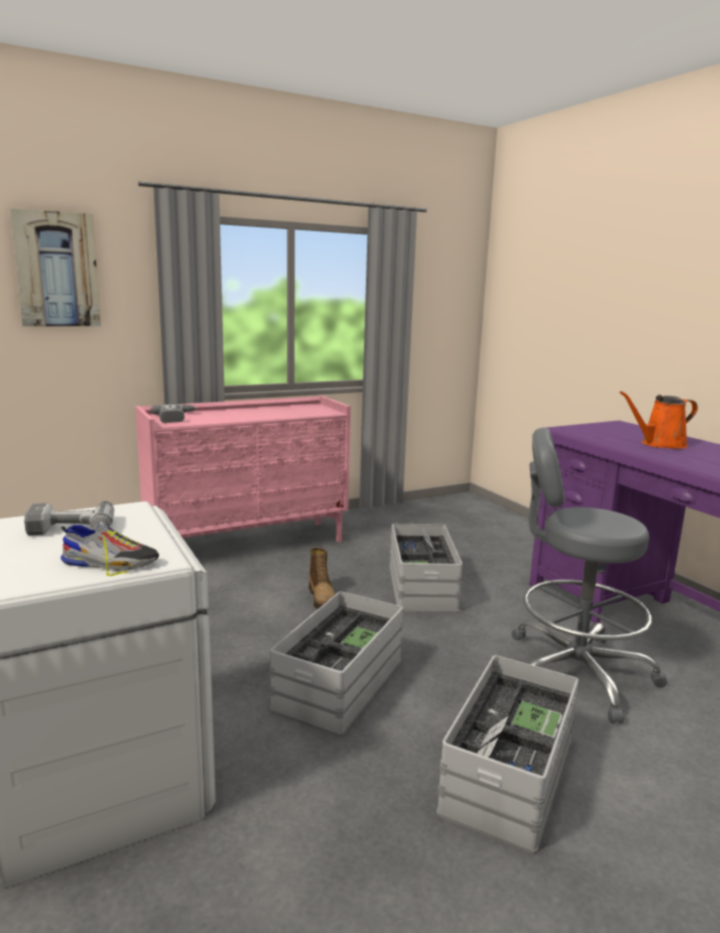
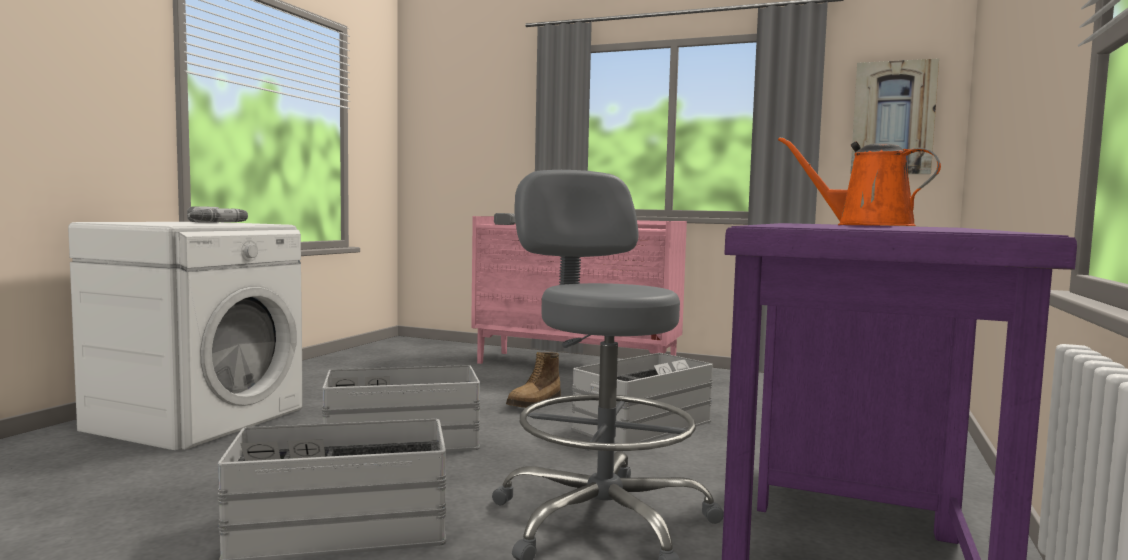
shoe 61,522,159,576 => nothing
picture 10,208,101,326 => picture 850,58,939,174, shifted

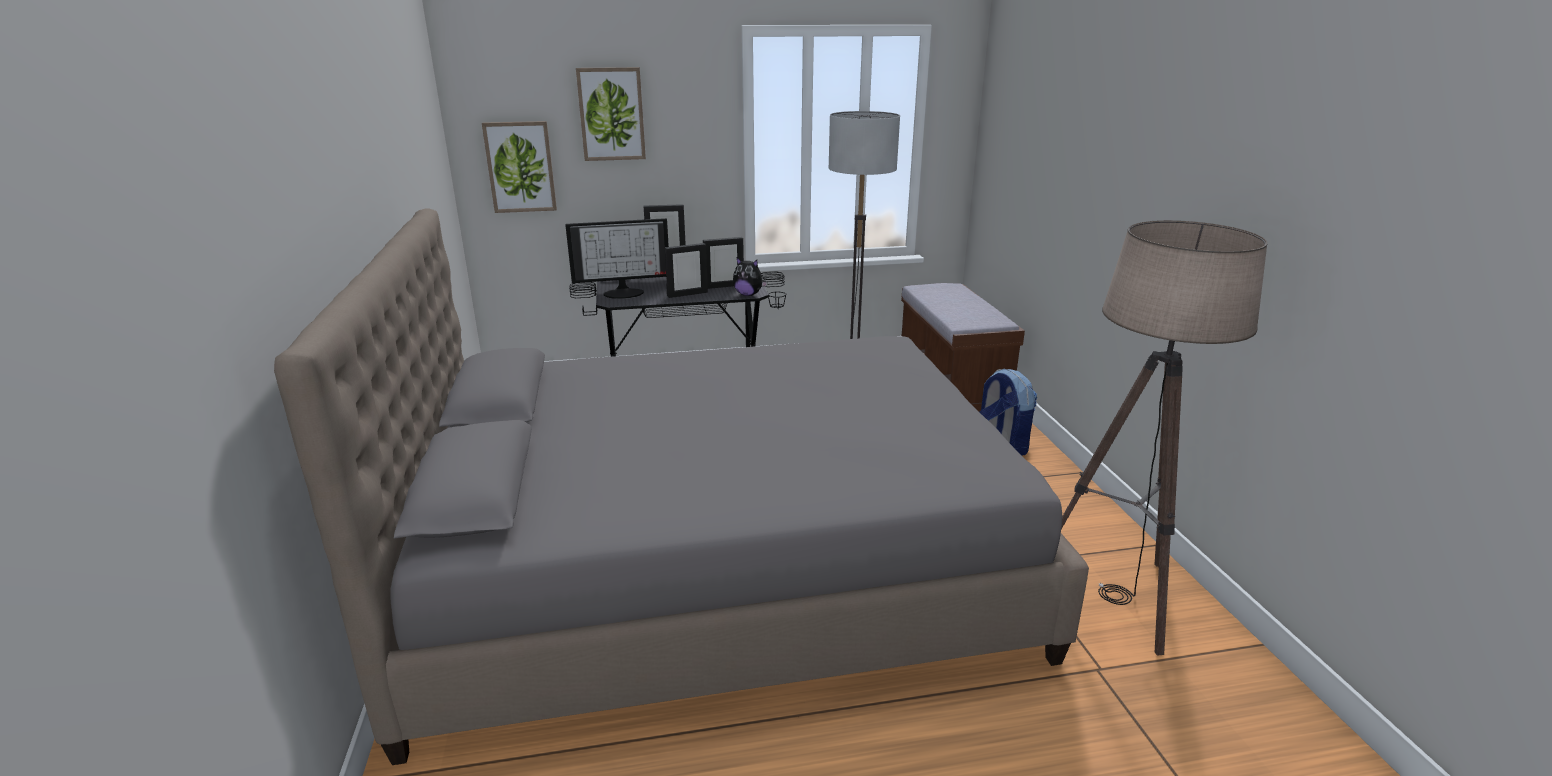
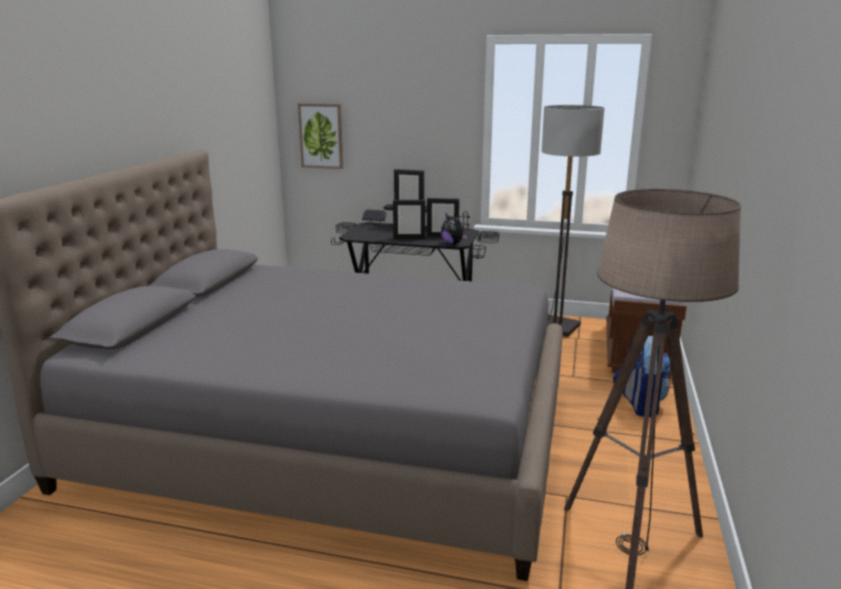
monitor 565,218,669,299 => nothing
picture 576,67,646,161 => nothing

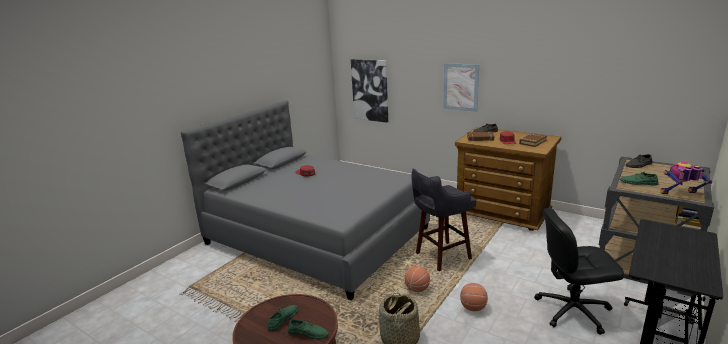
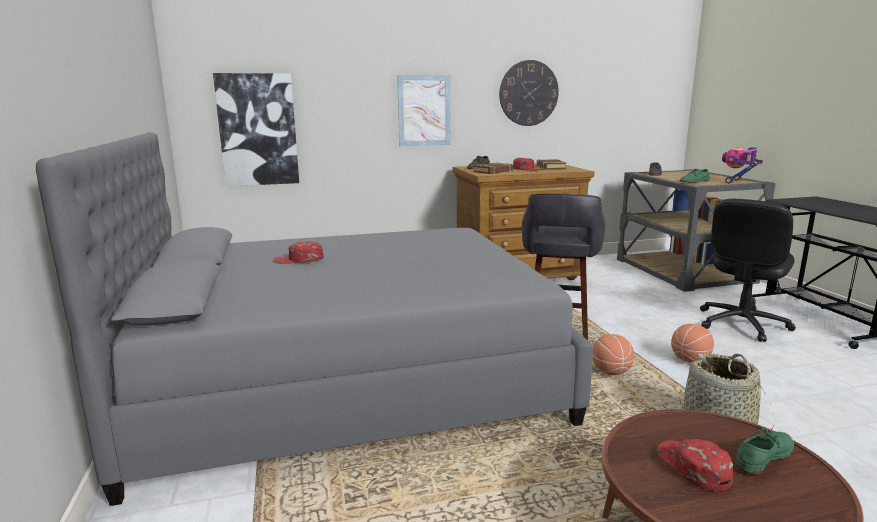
nothing => wall clock 499,60,559,126
green shoe 268,305,298,332 => red cap 657,439,734,491

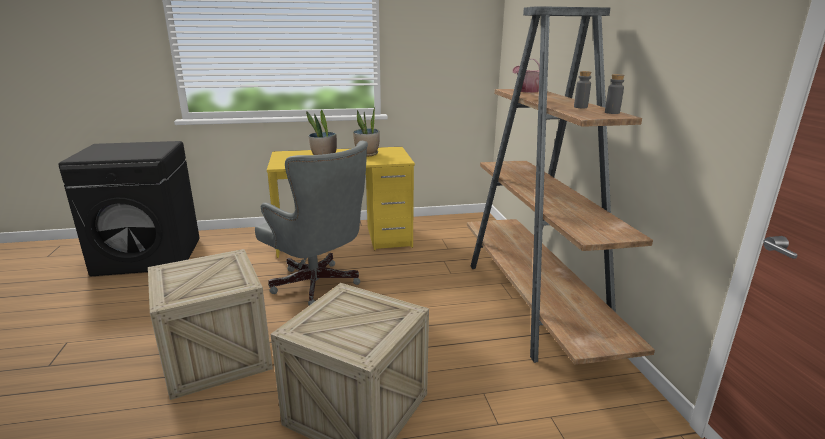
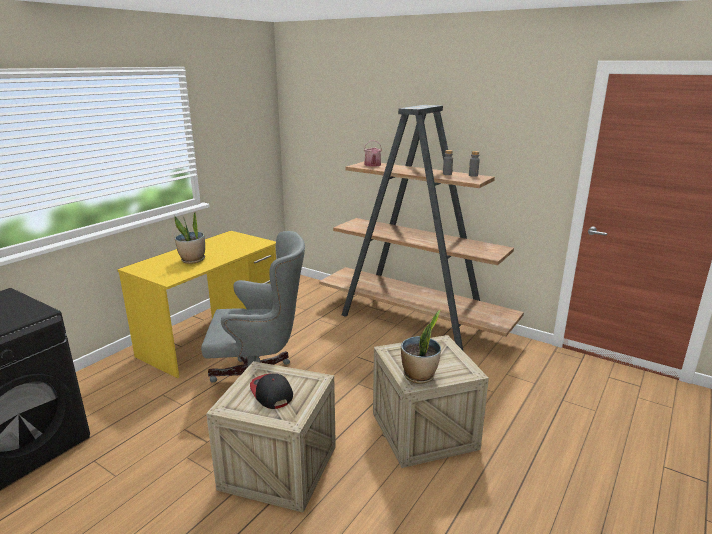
nothing => cap 250,373,293,409
potted plant 353,106,380,156 => potted plant 401,310,441,384, shifted

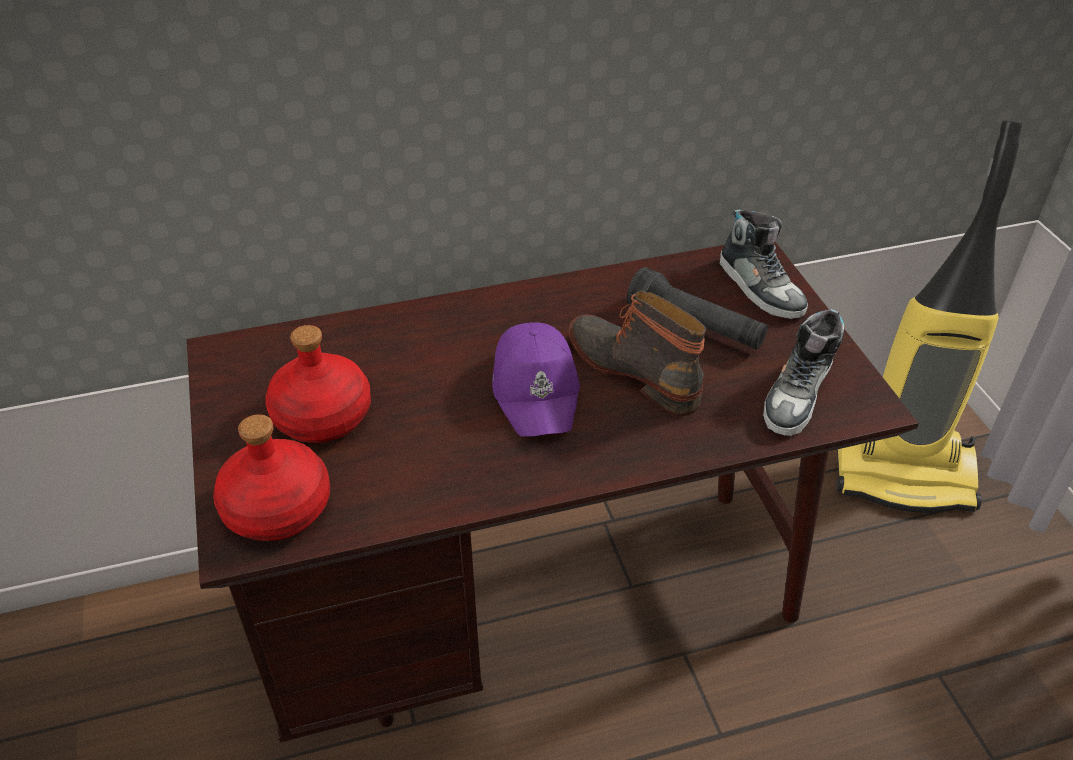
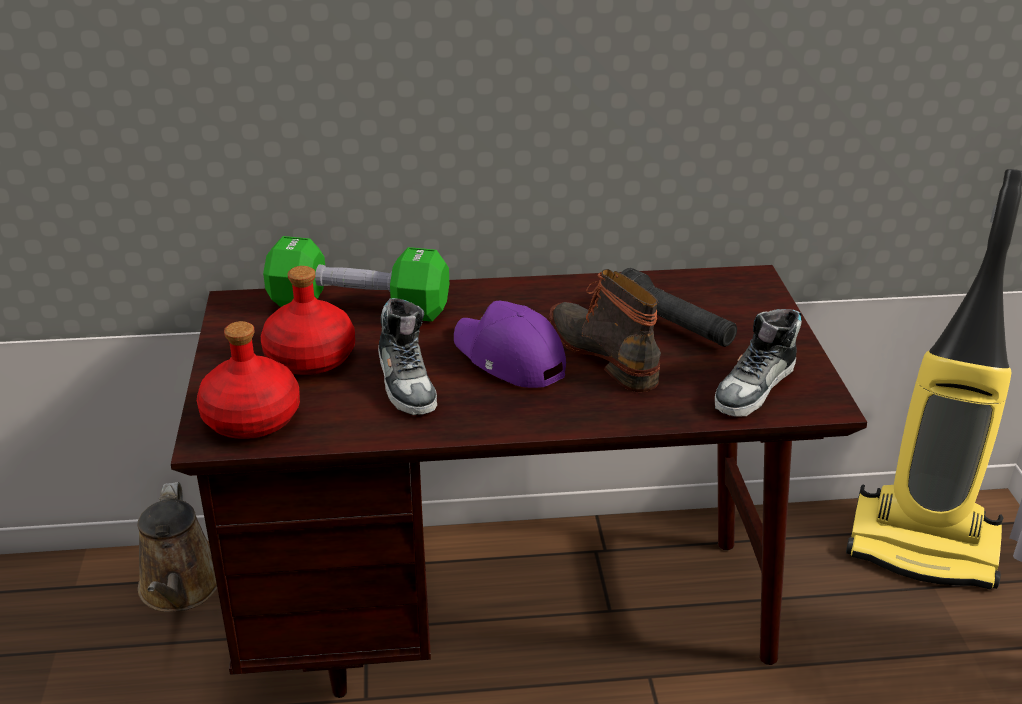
nothing => brown watering can 138,482,217,612
nothing => green dumbbell 263,236,449,322
shoe 720,209,808,319 => shoe 378,298,437,415, shifted
purple cap 492,322,580,437 => purple cap 454,301,566,388, 135 degrees clockwise

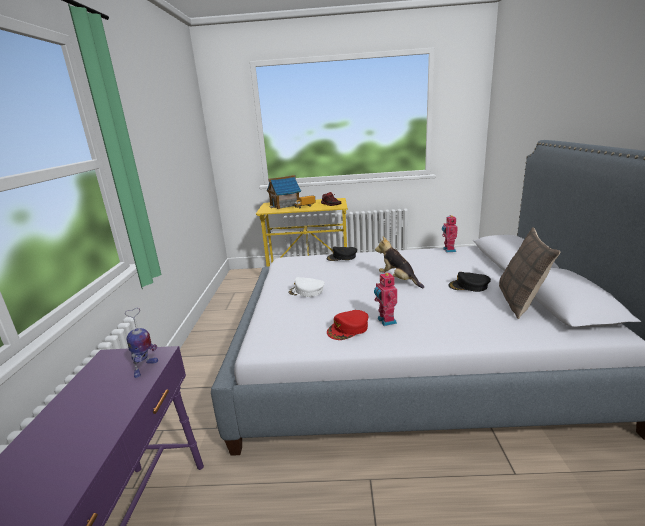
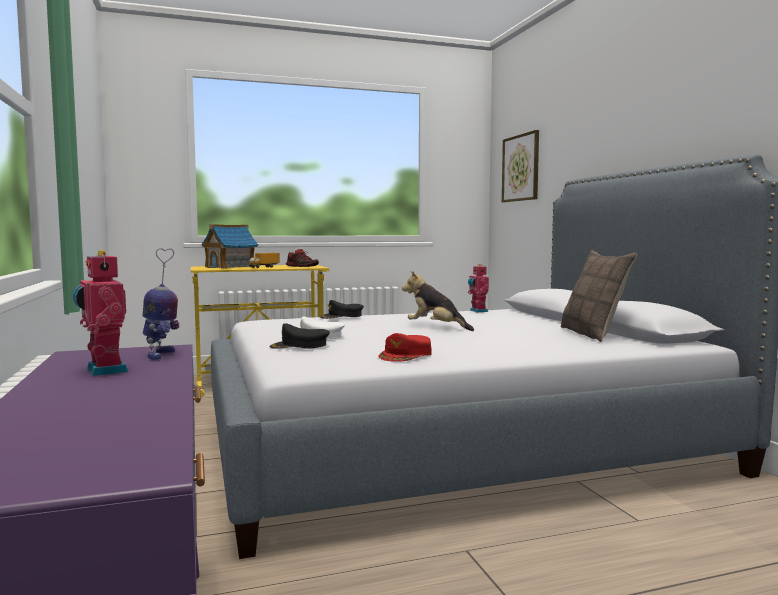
nothing => picture 502,130,539,202
toy robot 374,271,397,326 => toy robot 73,250,128,376, shifted
black cap 448,272,491,292 => black cap 269,323,330,349, shifted

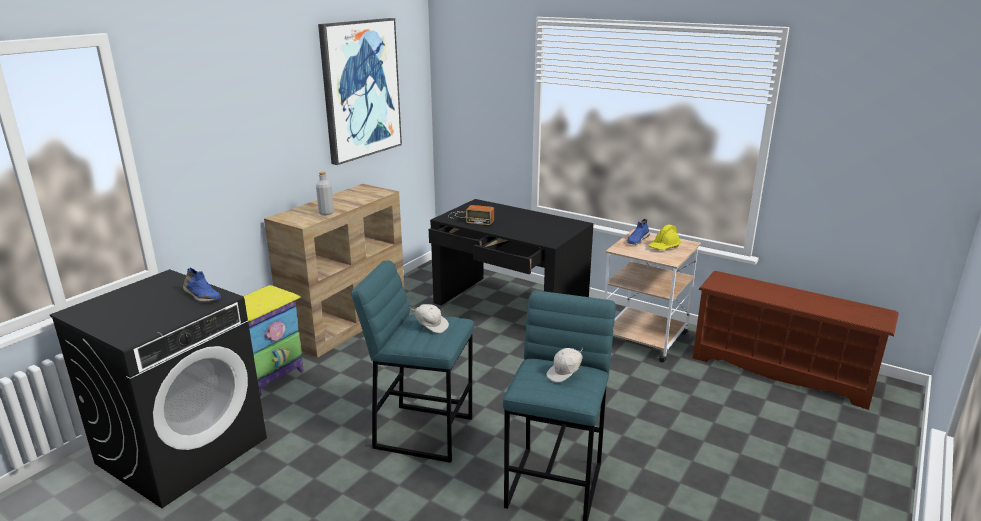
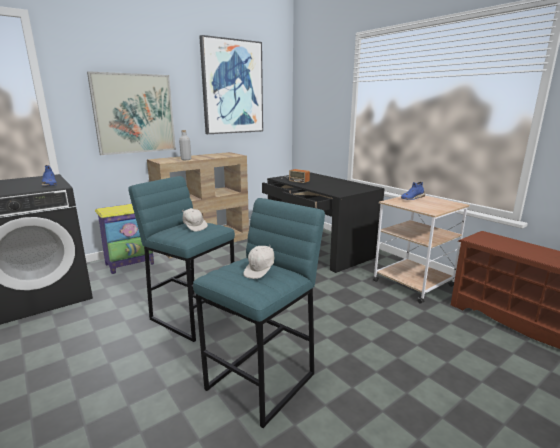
yellow hard hat 648,225,681,250 => nothing
nothing => picture 87,71,176,155
white cap 546,348,583,382 => white cap 243,244,274,279, 45 degrees counterclockwise

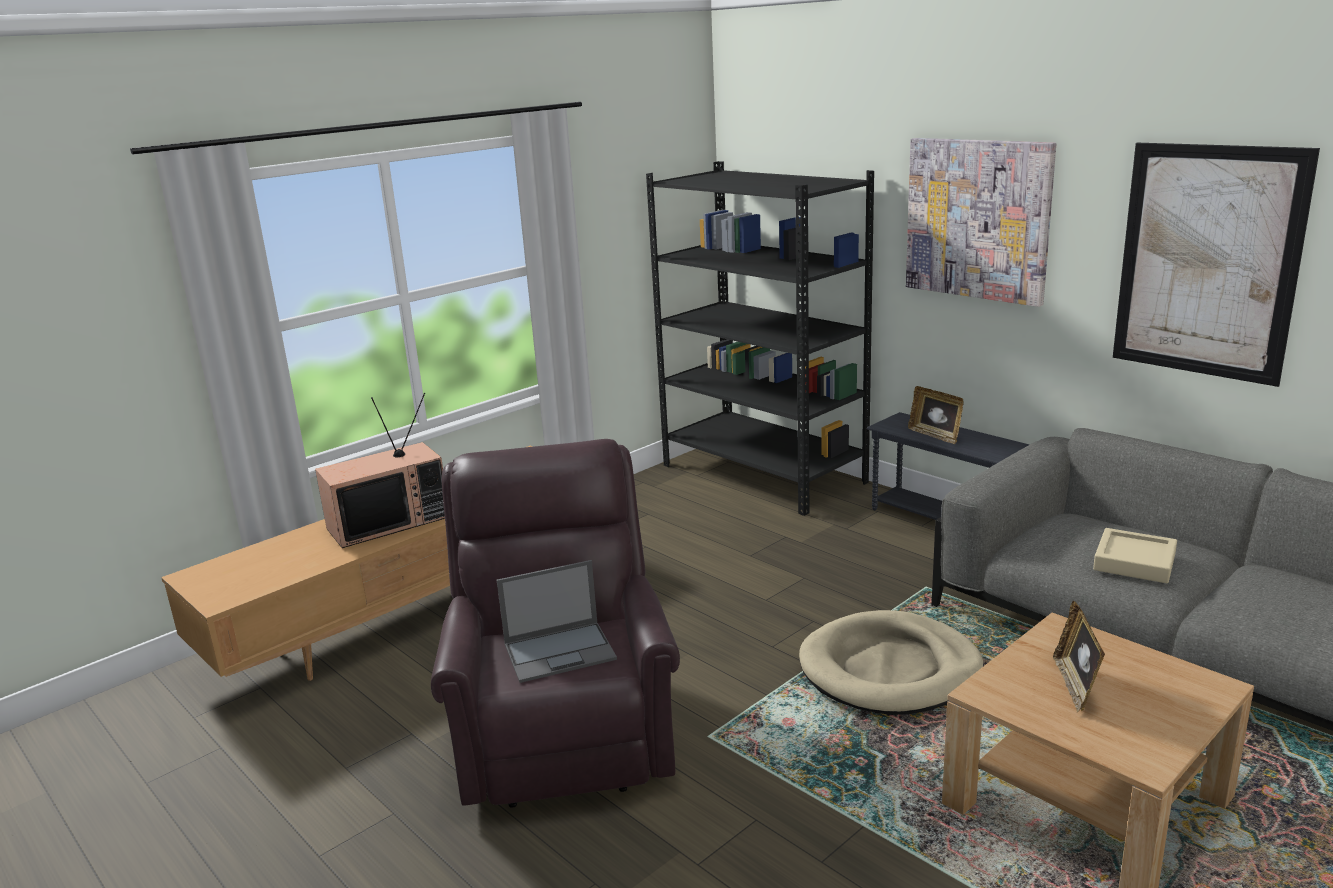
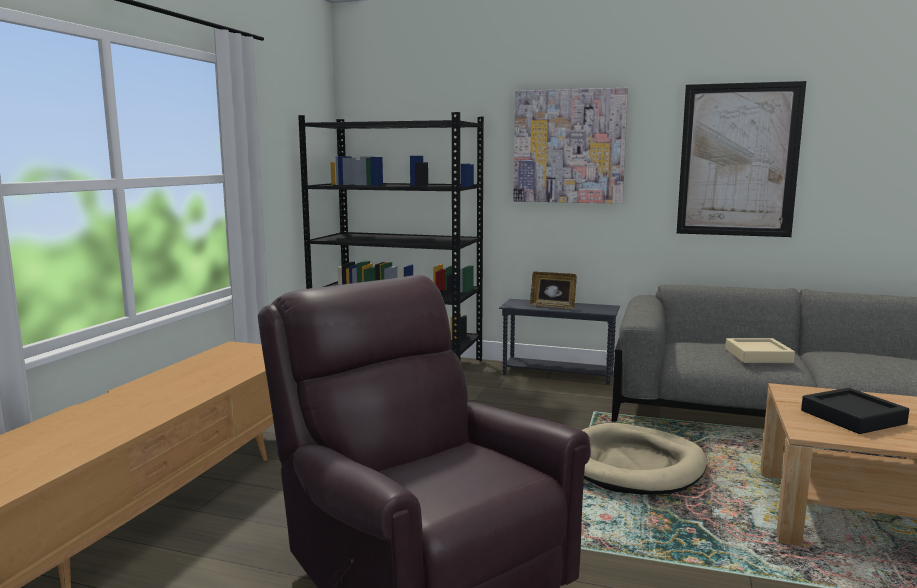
television 315,393,445,548 => nothing
laptop 497,560,617,683 => nothing
picture frame 1053,601,1105,713 => black tray 801,388,909,434

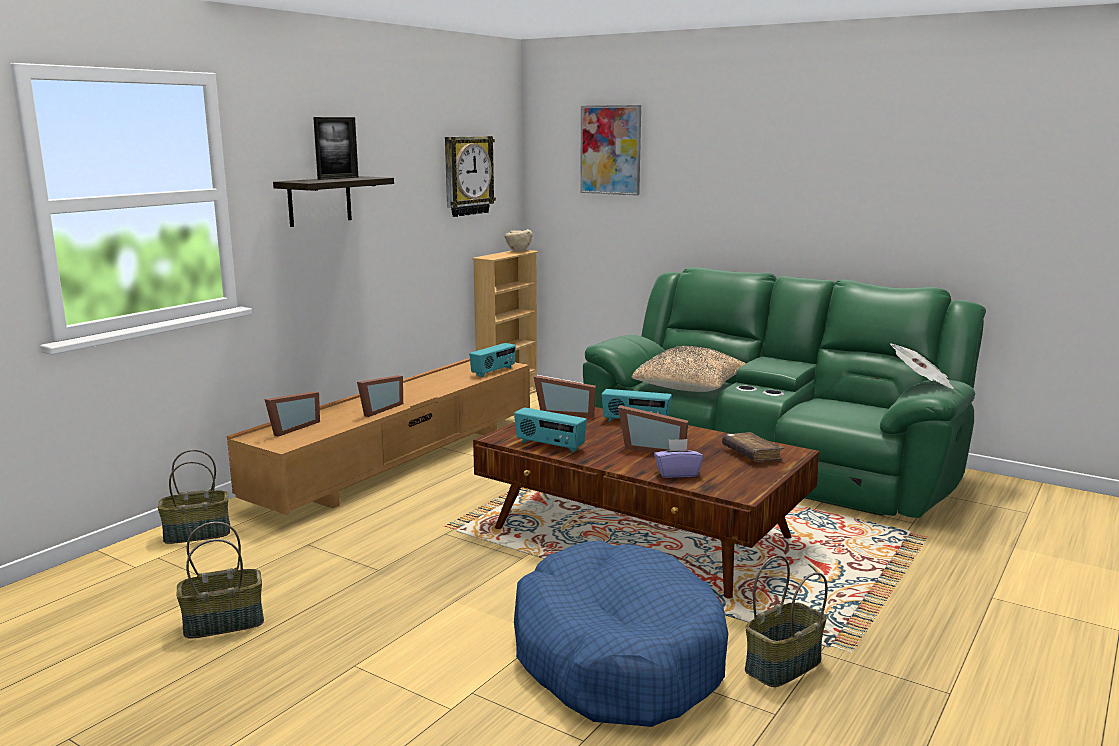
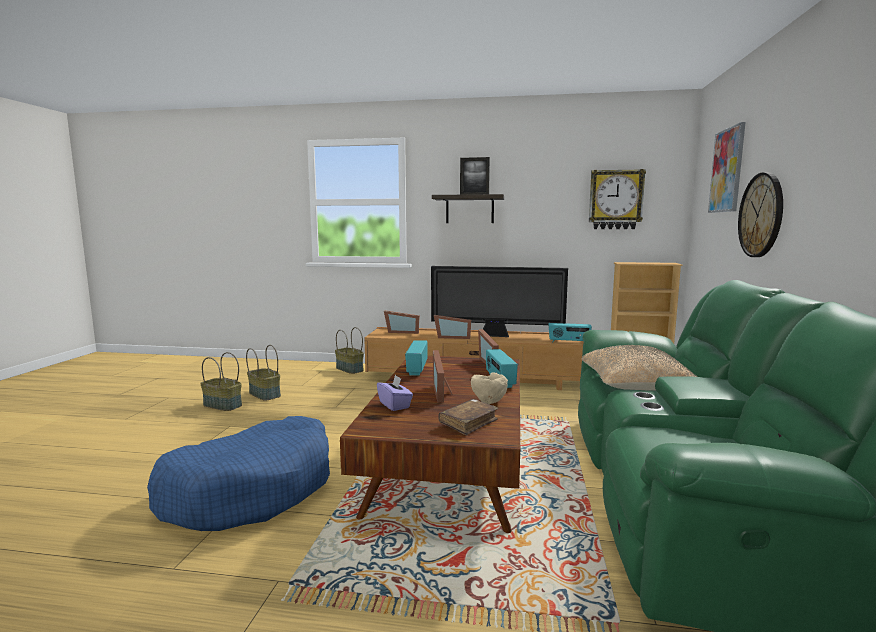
newspaper 890,343,954,389 => nothing
nothing => television 431,266,568,337
nothing => wall clock 738,172,783,257
beige bowl 505,229,533,251 => beige bowl 471,372,508,404, shifted
basket 745,555,828,687 => basket 200,352,242,411, shifted

